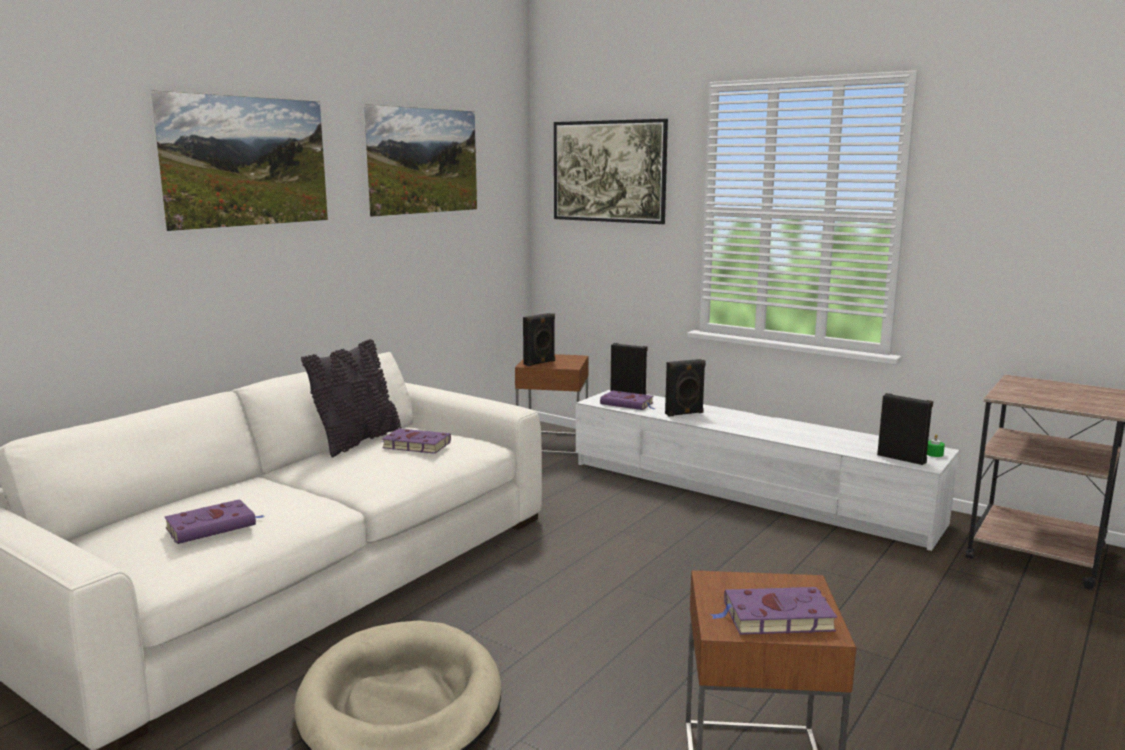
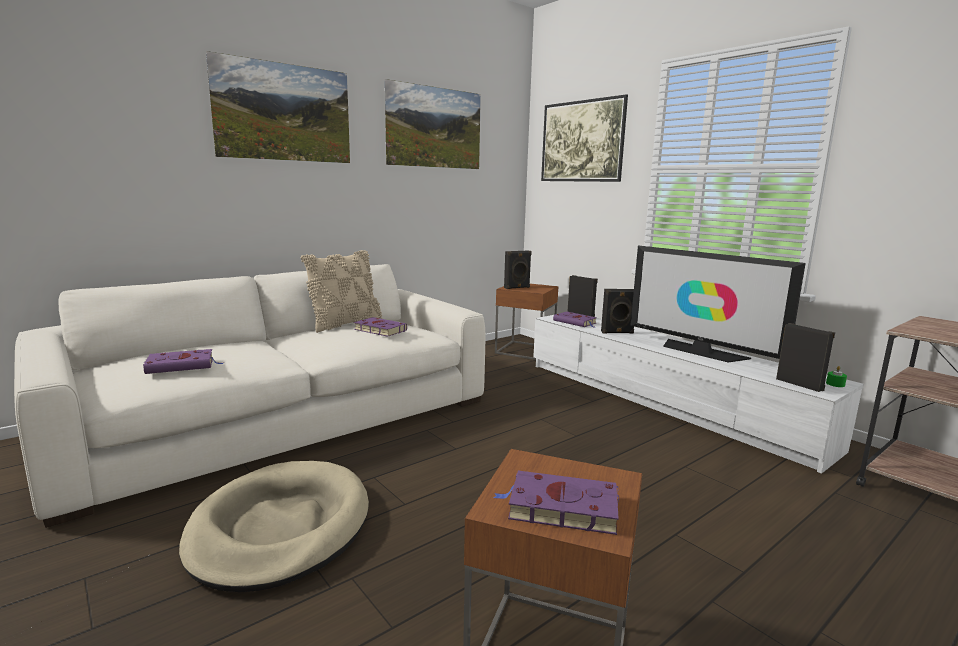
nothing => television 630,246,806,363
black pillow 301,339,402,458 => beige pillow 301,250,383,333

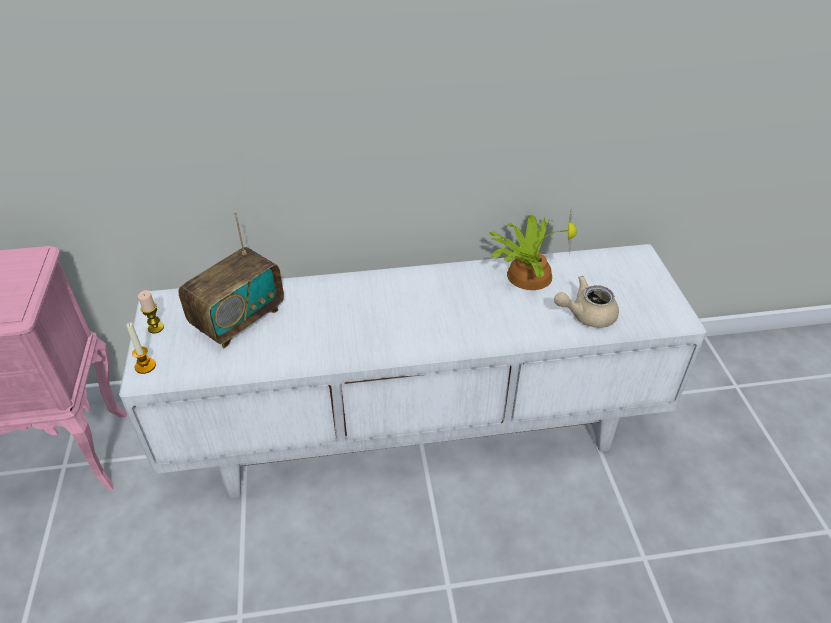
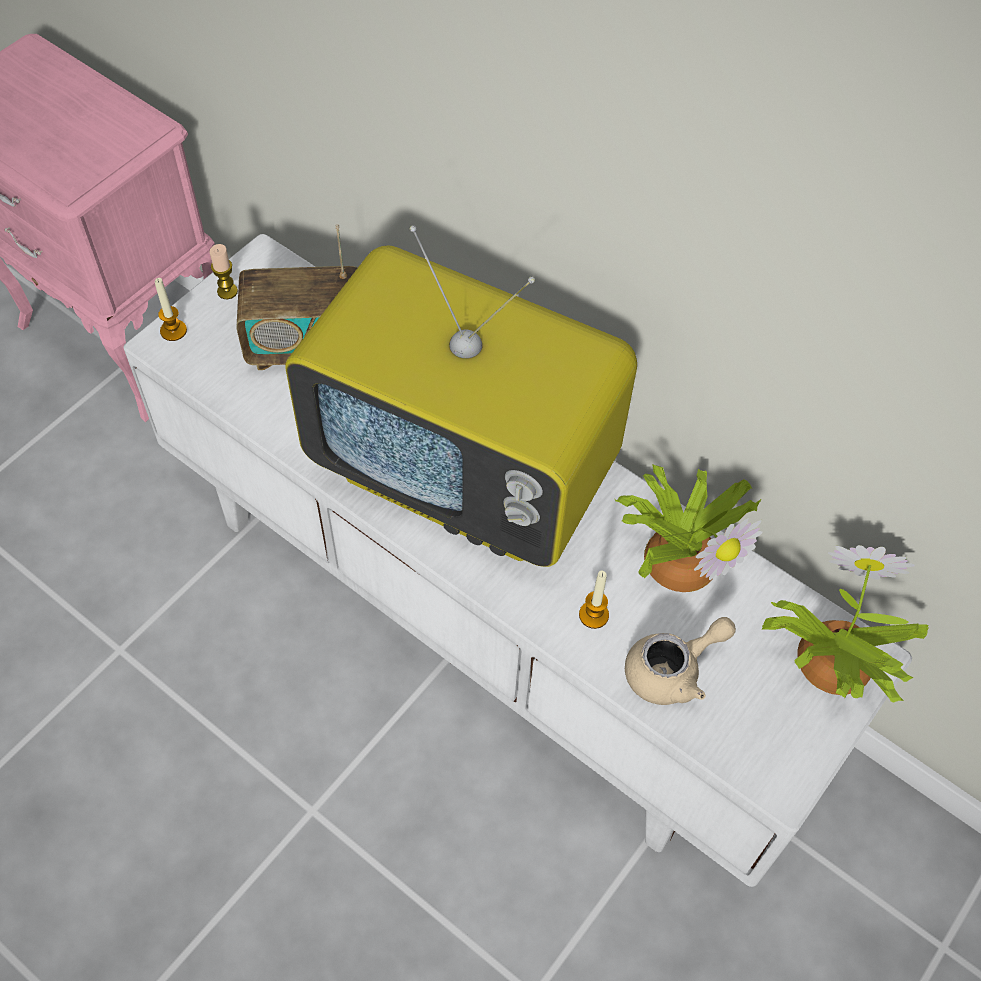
nothing => television 285,225,637,567
nothing => candle 579,571,609,629
nothing => potted plant 762,545,928,703
beige teapot 554,276,619,328 => beige teapot 625,617,736,705, 120 degrees clockwise

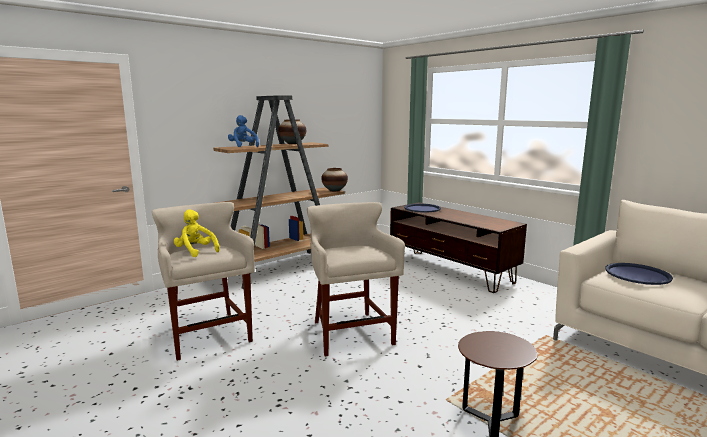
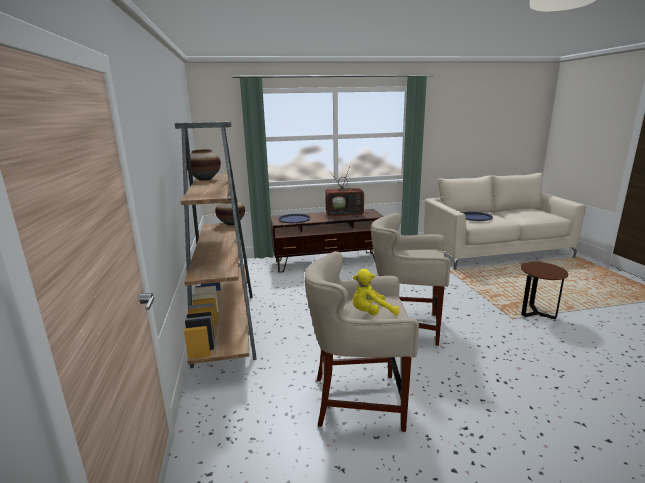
blue plush toy 228,115,259,147 => nothing
nothing => television 325,166,369,218

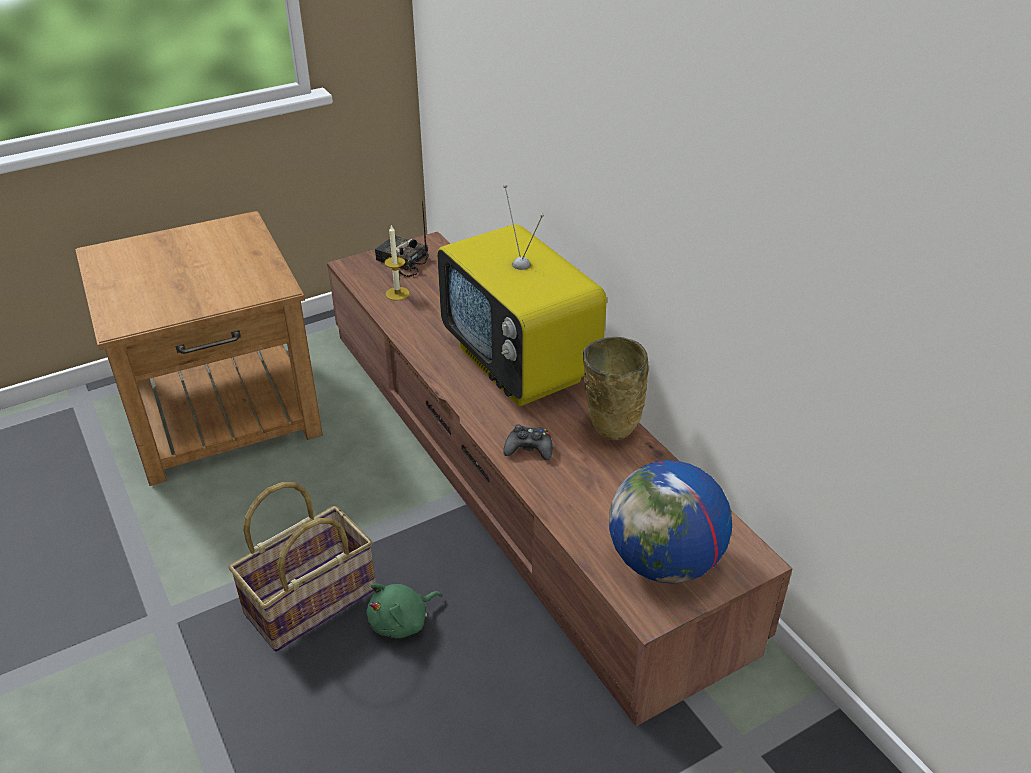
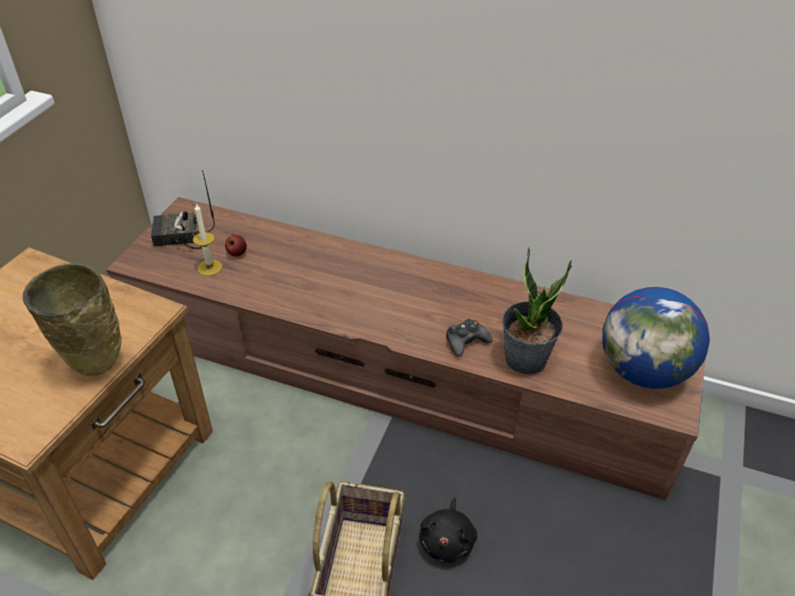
television 437,184,607,406 => nothing
nothing => apple 225,235,247,257
nothing => potted plant 502,247,572,374
beige vase 583,337,648,440 => beige vase 22,263,122,376, shifted
green plush toy 367,584,441,638 => black plush toy 420,498,477,563

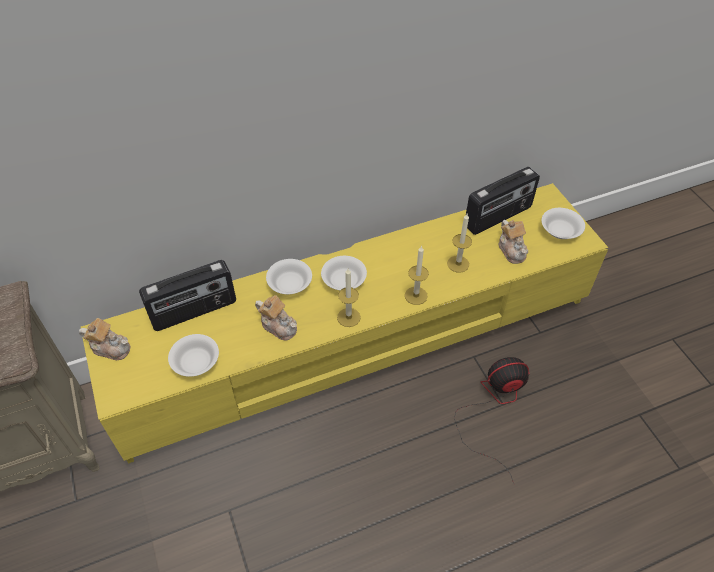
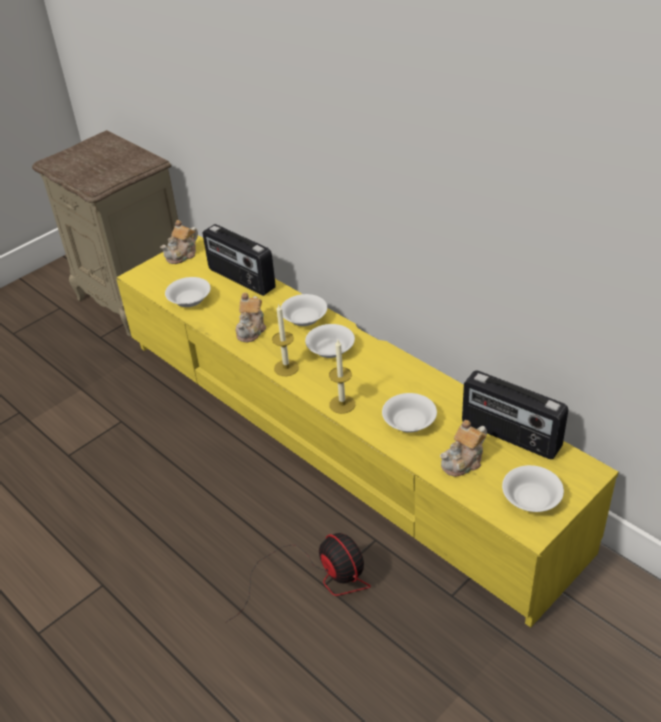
candle 447,214,472,272 => white bowl 382,393,437,433
teapot 79,318,130,360 => teapot 160,220,198,264, 45 degrees clockwise

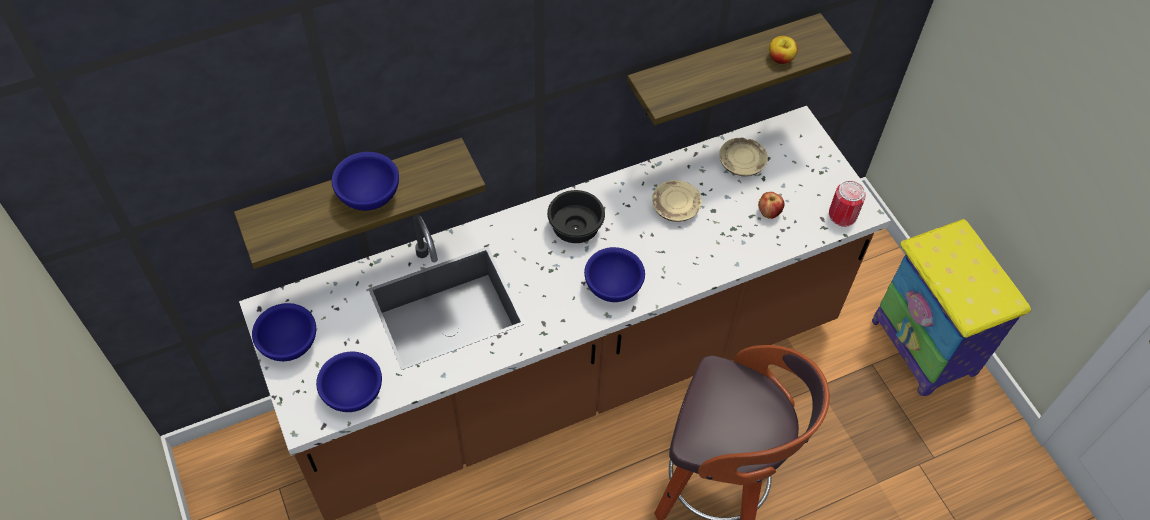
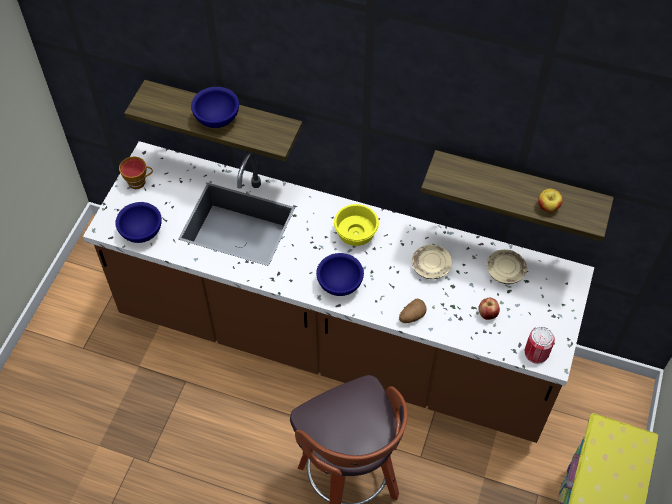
nothing => potato 399,299,426,323
blue bowl 252,303,316,361 => cup 119,156,153,189
black bowl 547,190,605,243 => yellow bowl 334,204,379,246

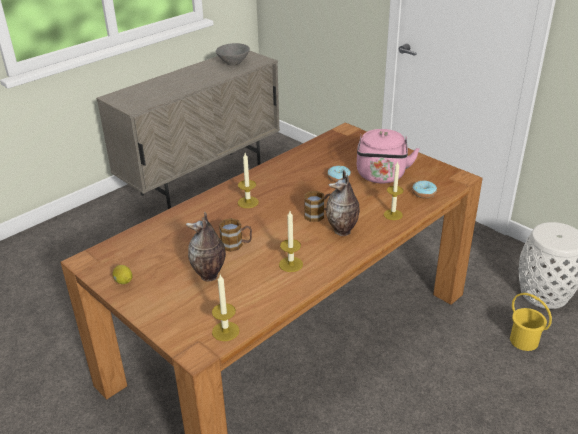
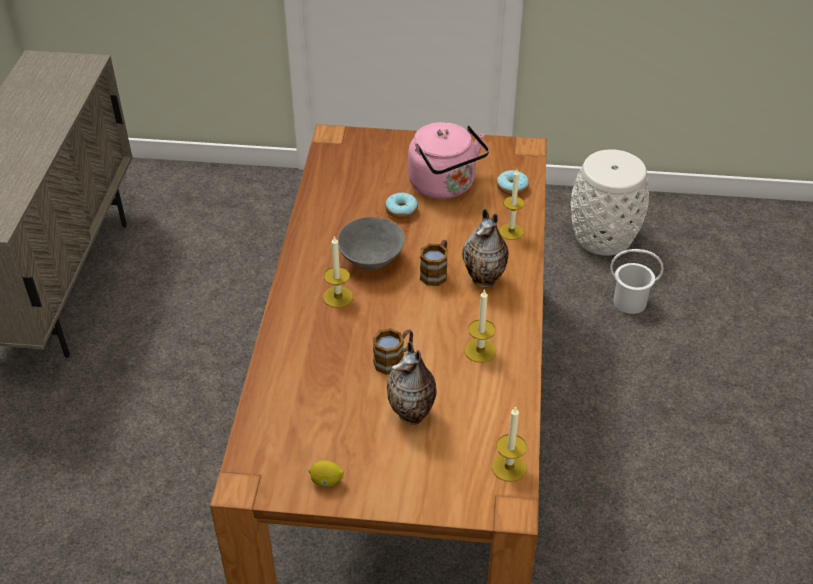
grey bowl 216,43,250,66 => grey bowl 337,217,405,270, shifted
yellow bucket 510,293,552,351 => white bucket 610,249,664,314

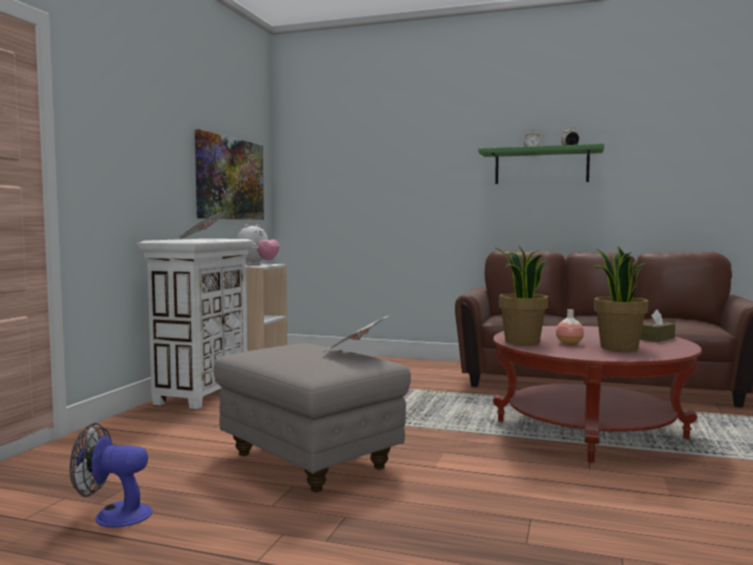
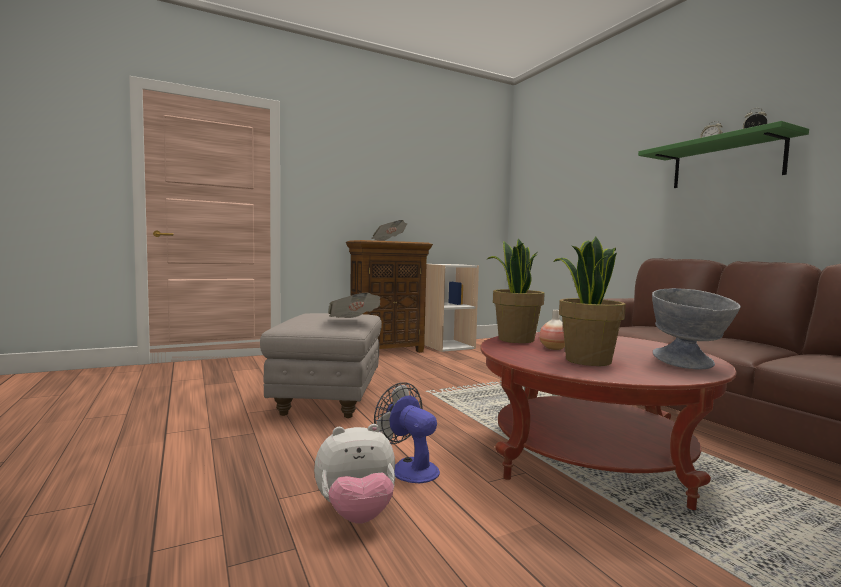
picture 195,129,264,220 => nothing
fan 70,423,153,528 => fan 374,382,440,483, shifted
plush toy 237,224,280,265 => plush toy 314,424,395,524, shifted
brown tissue box 640,310,675,342 => grey bowl 652,288,741,369
white cabinet 137,239,254,409 => brown cabinet 345,240,433,353

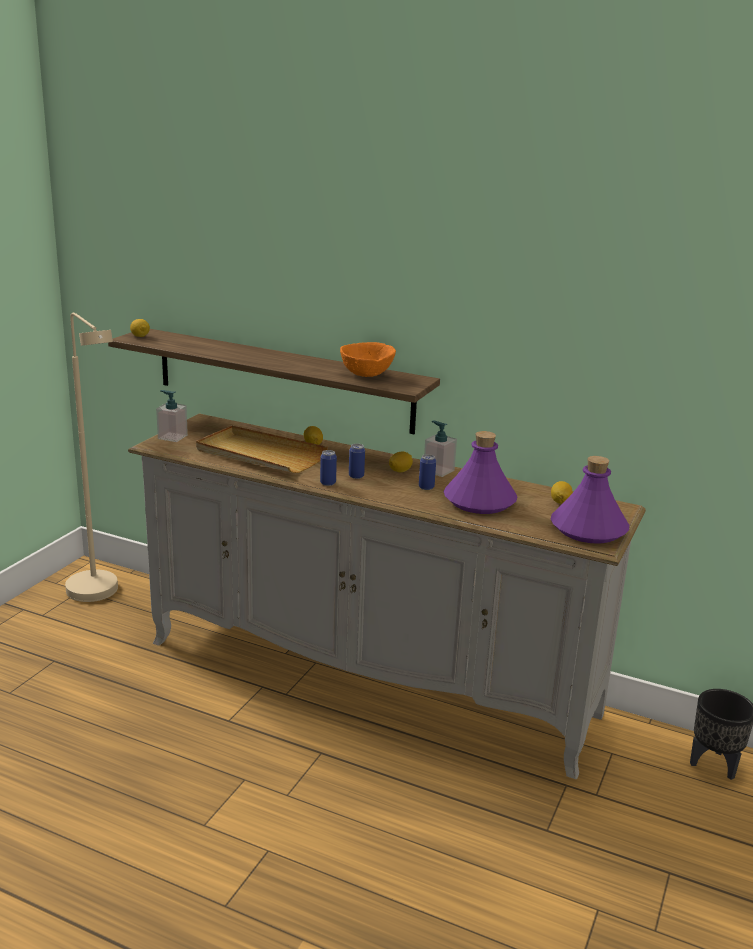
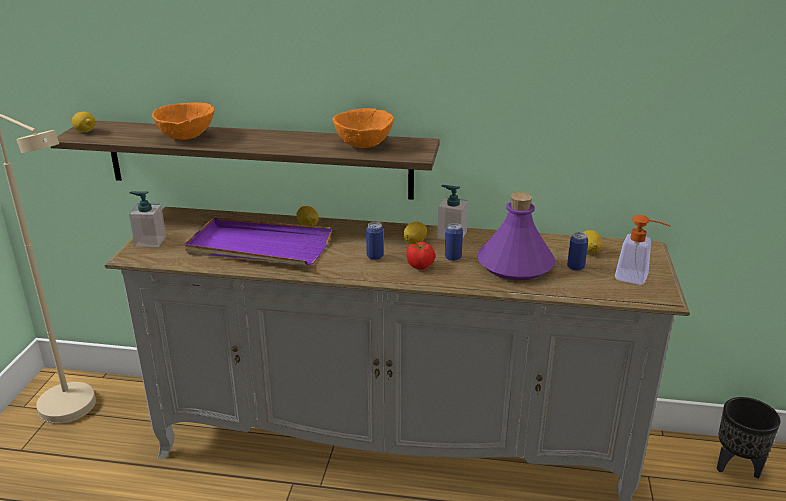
nothing => orange bowl 152,102,215,140
nothing => tomato 407,241,435,270
can 320,450,337,486 => can 567,232,588,271, shifted
purple bottle 551,456,629,543 => soap dispenser 615,215,671,285
beige tray 196,426,328,473 => purple tray 184,218,332,265

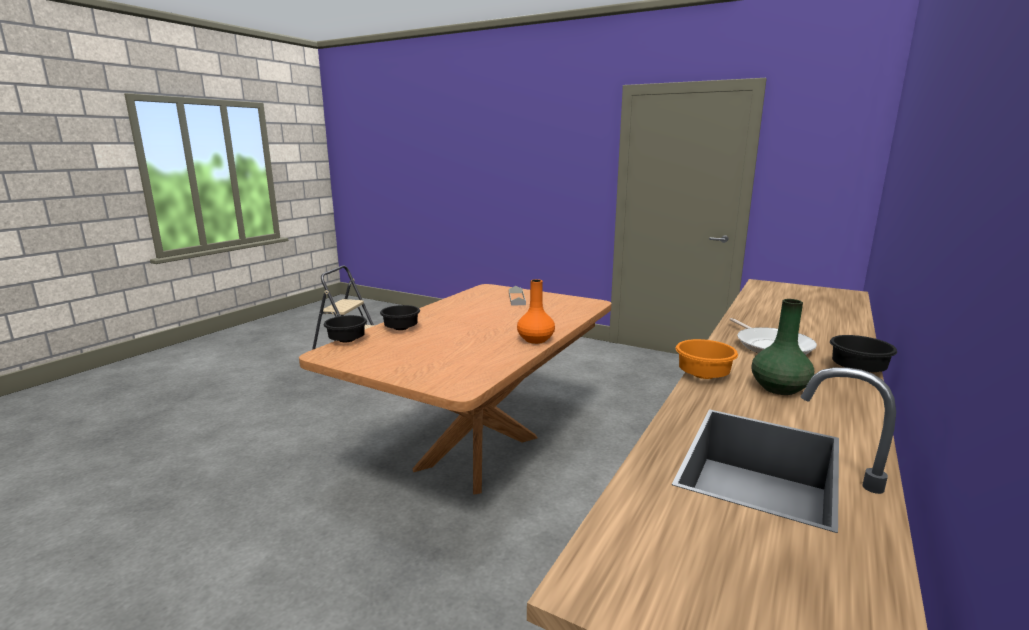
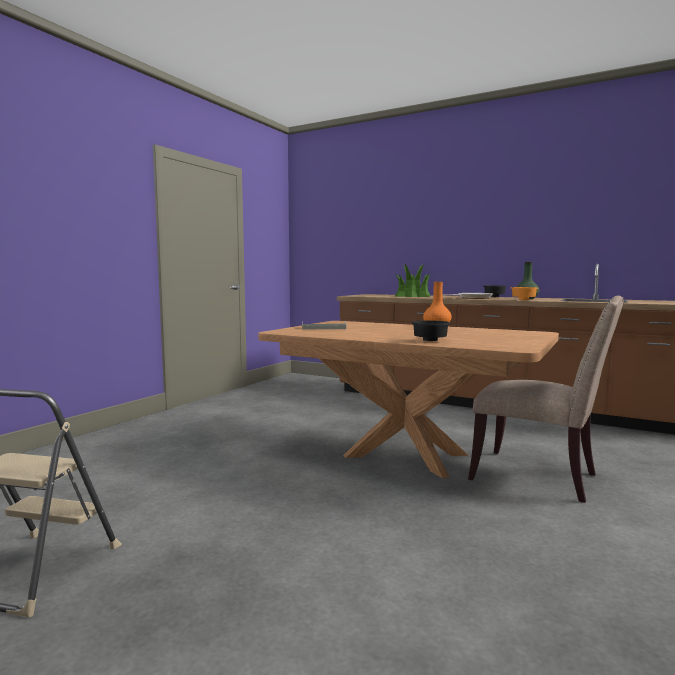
black bowl 323,315,367,342 => nothing
nothing => potted plant 395,264,430,297
nothing => beige chair 468,296,624,503

